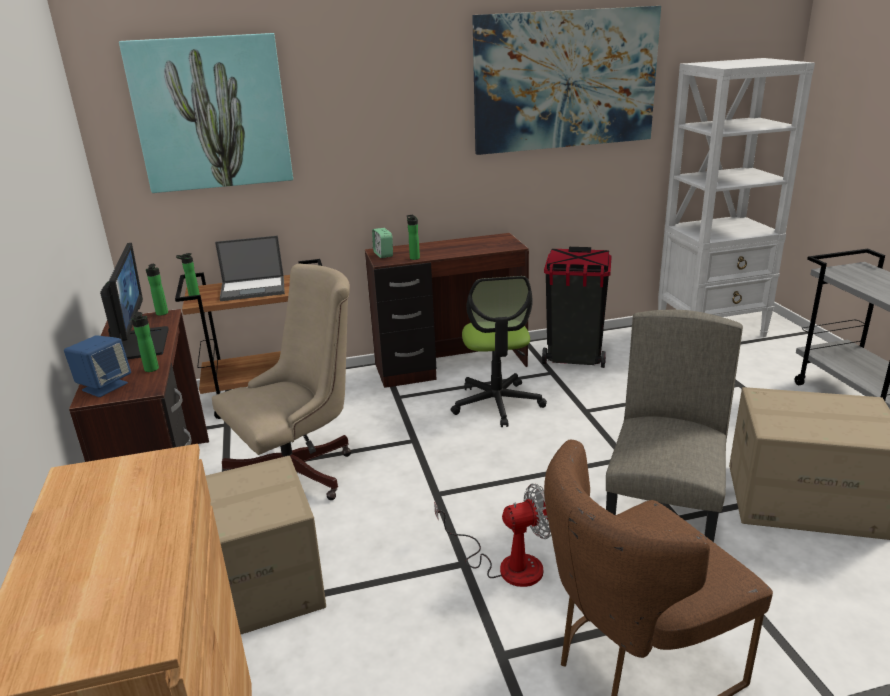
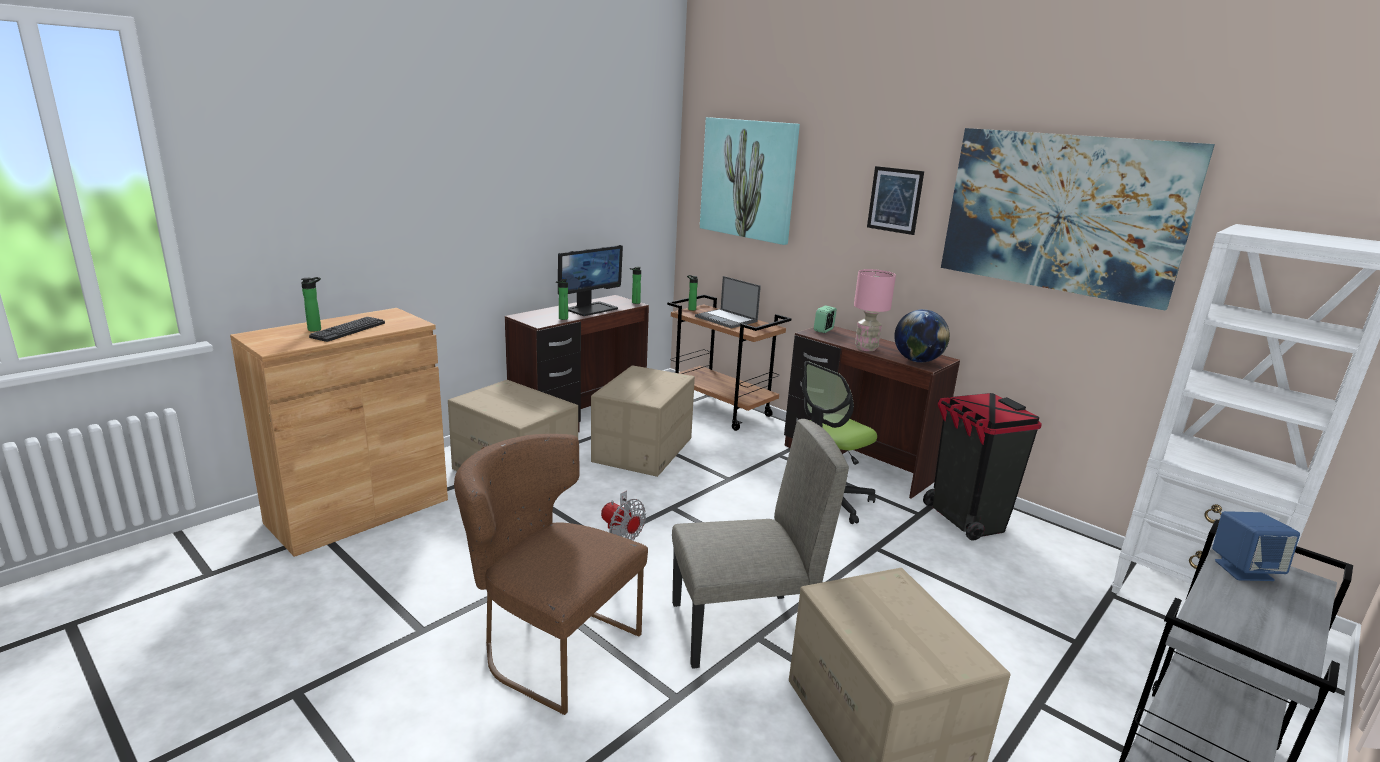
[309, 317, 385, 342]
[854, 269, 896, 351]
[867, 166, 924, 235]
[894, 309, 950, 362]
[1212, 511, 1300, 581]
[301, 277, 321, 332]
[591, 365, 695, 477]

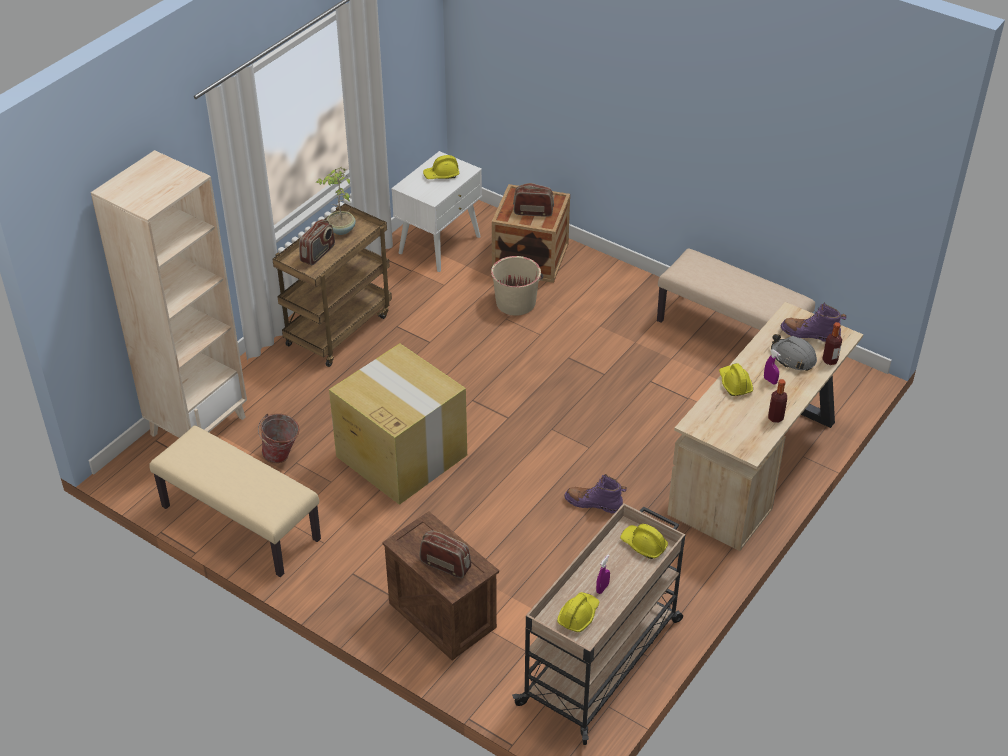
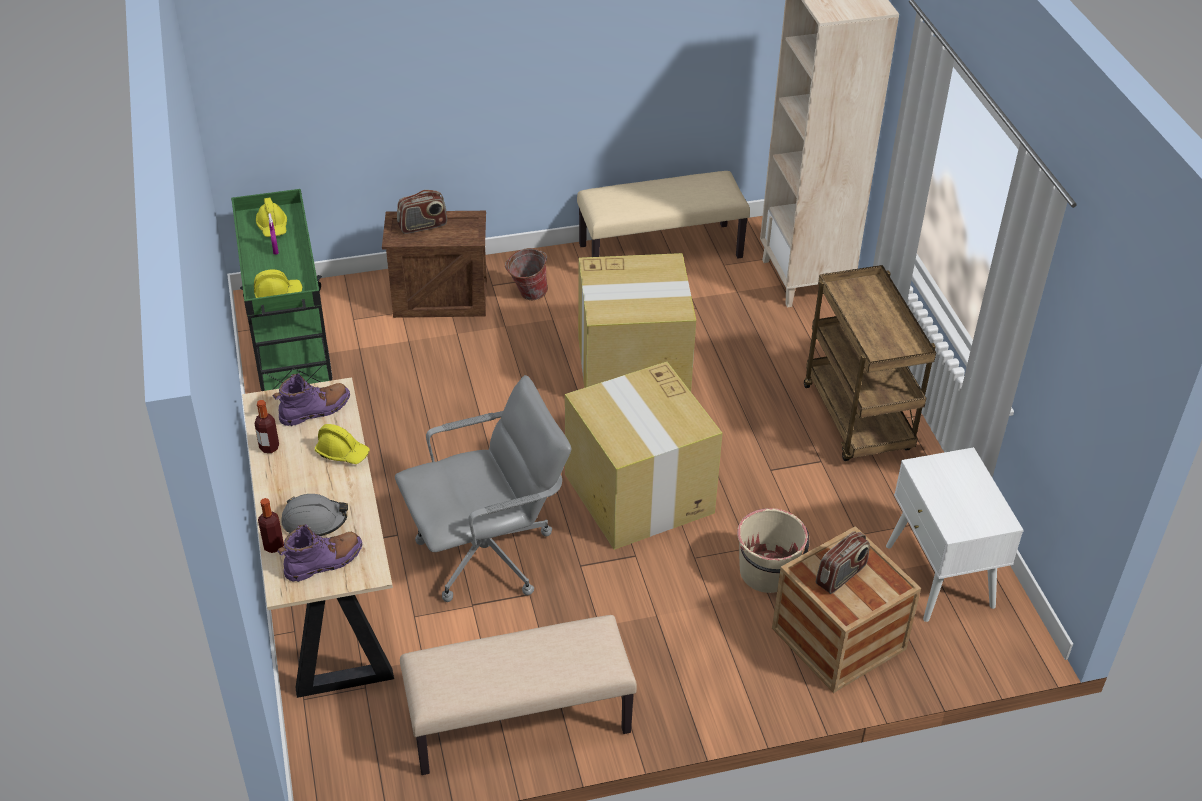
[299, 219, 335, 265] (first image)
[316, 167, 356, 235] (first image)
[423, 155, 459, 179] (first image)
[764, 349, 781, 385] (first image)
[395, 375, 571, 602]
[565, 362, 722, 550]
[505, 248, 548, 300]
[273, 373, 350, 426]
[231, 189, 333, 391]

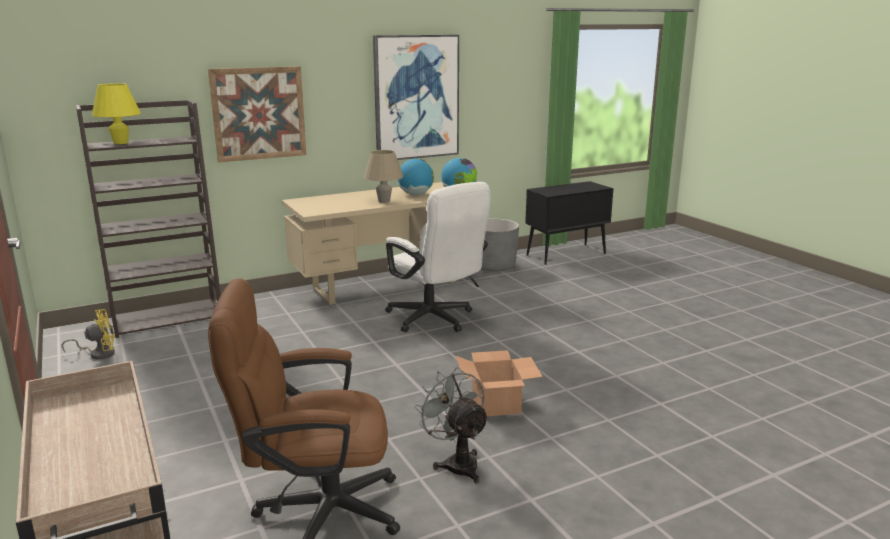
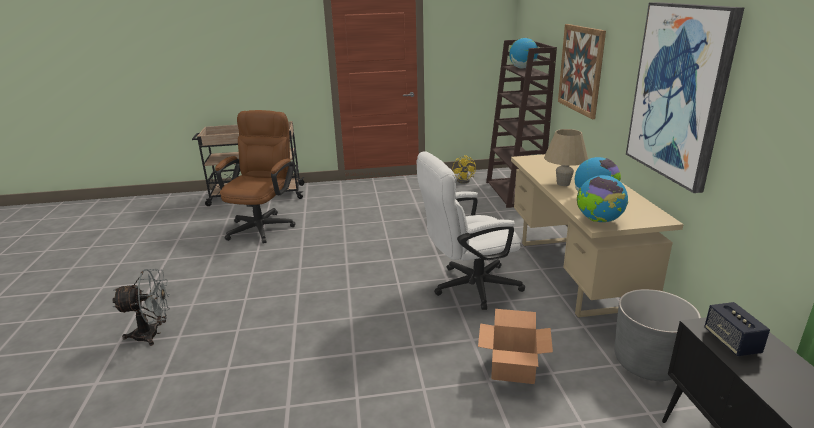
[704, 302, 770, 356]
[112, 269, 170, 346]
[478, 309, 553, 384]
[509, 38, 539, 68]

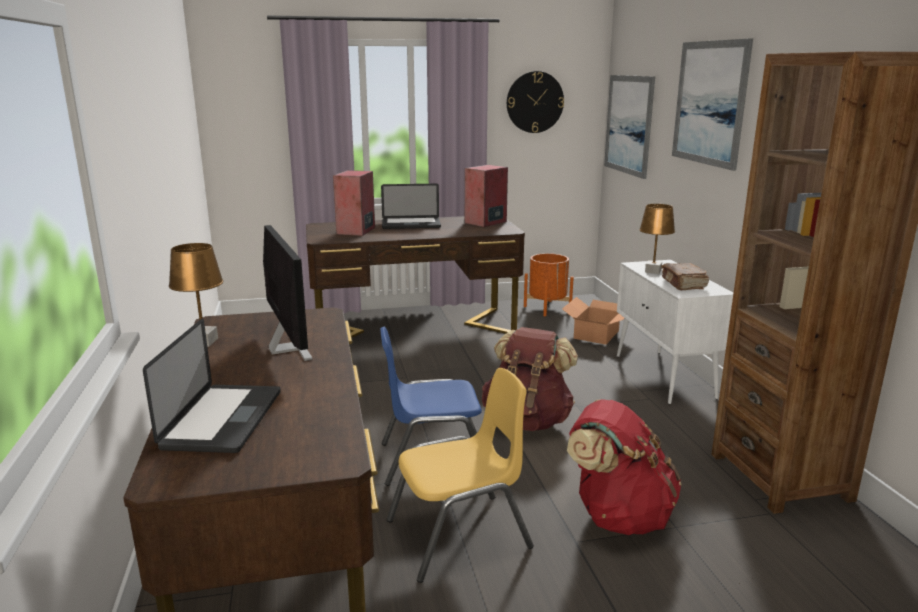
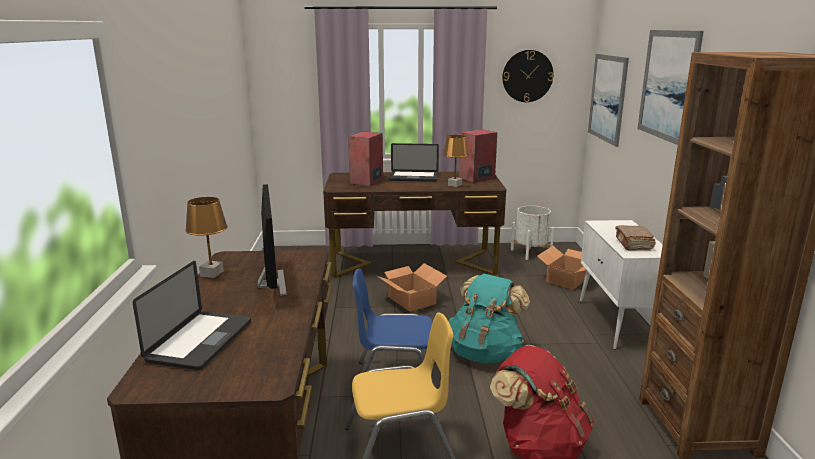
[377, 263, 447, 312]
[443, 135, 469, 187]
[448, 274, 530, 363]
[511, 205, 554, 260]

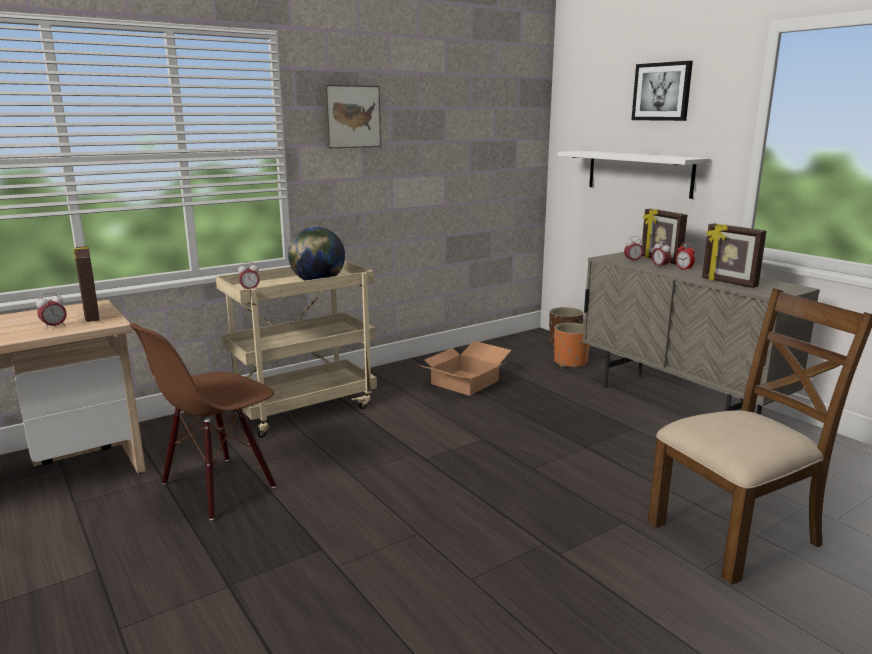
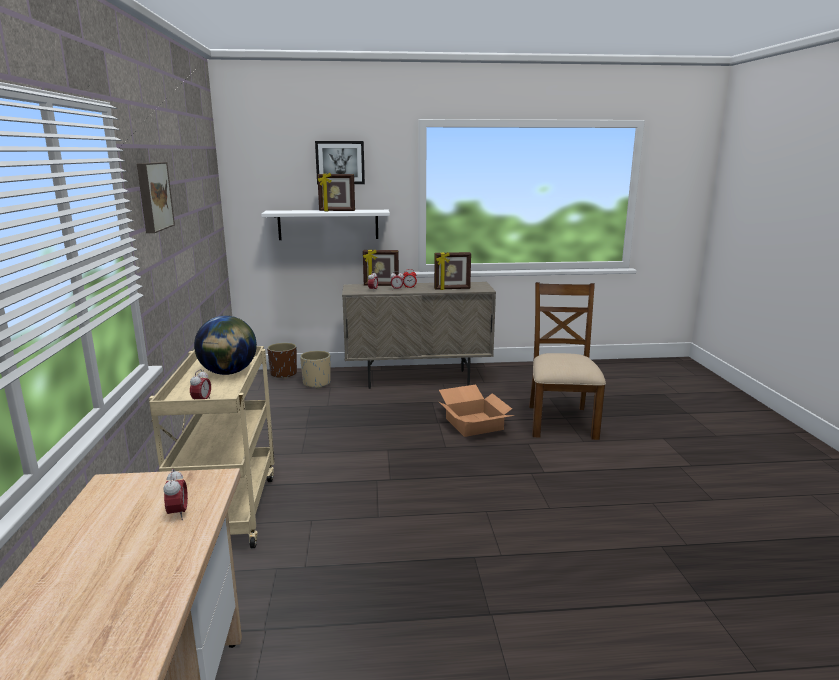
[129, 323, 276, 520] (first image)
[317, 173, 355, 211]
[439, 384, 515, 437]
[300, 351, 331, 389]

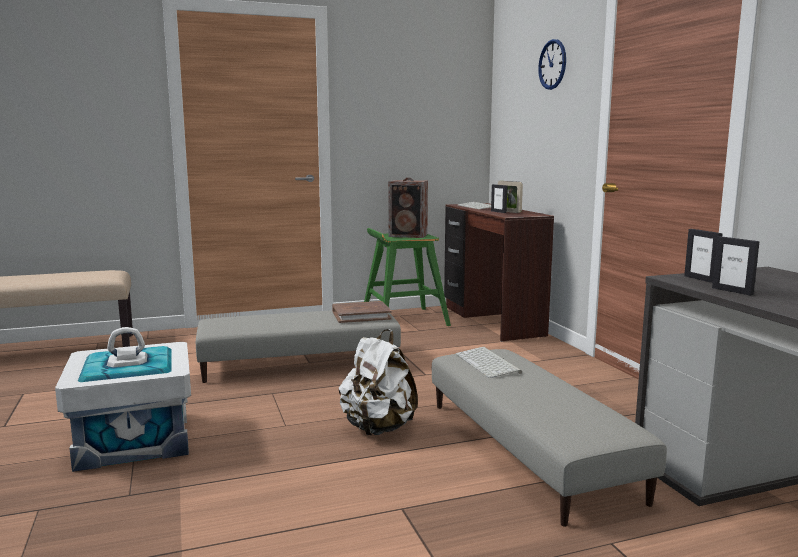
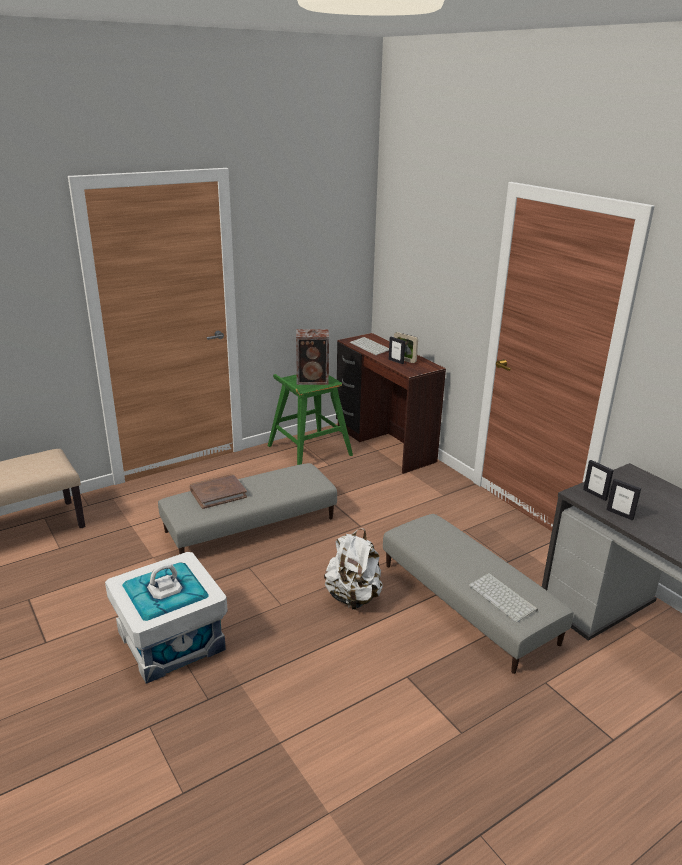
[538, 39, 566, 90] (first image)
[190, 474, 247, 509]
[469, 573, 538, 622]

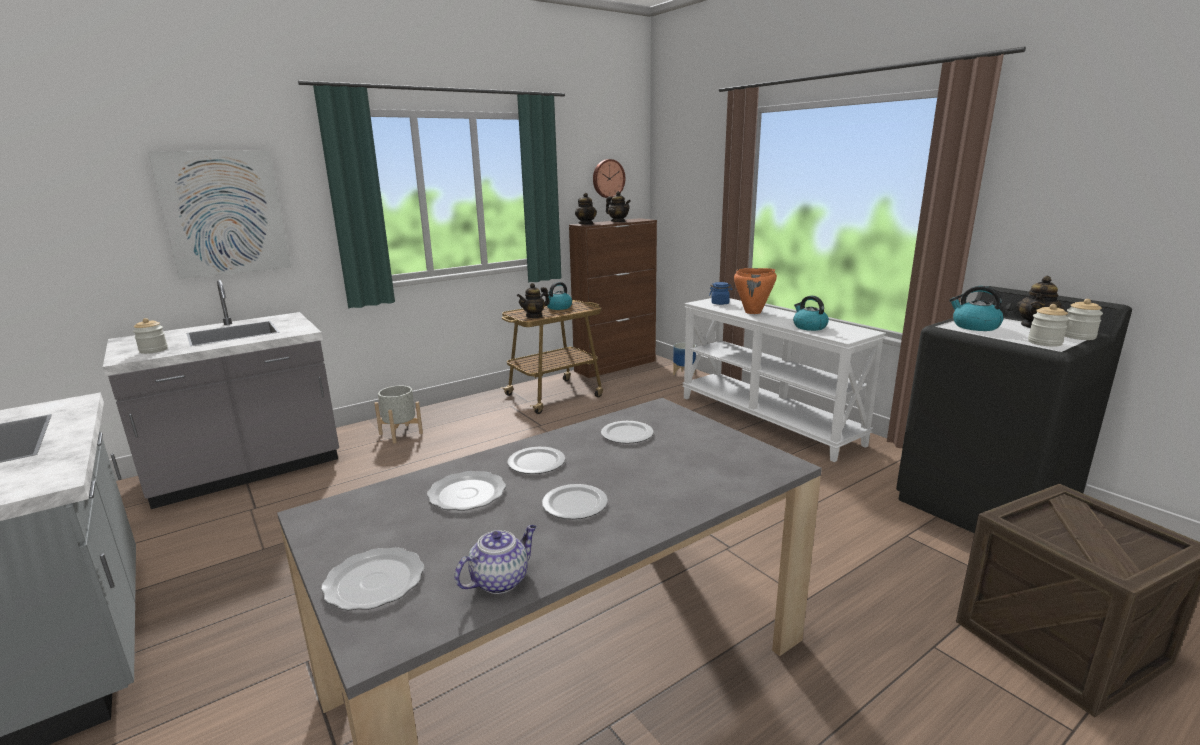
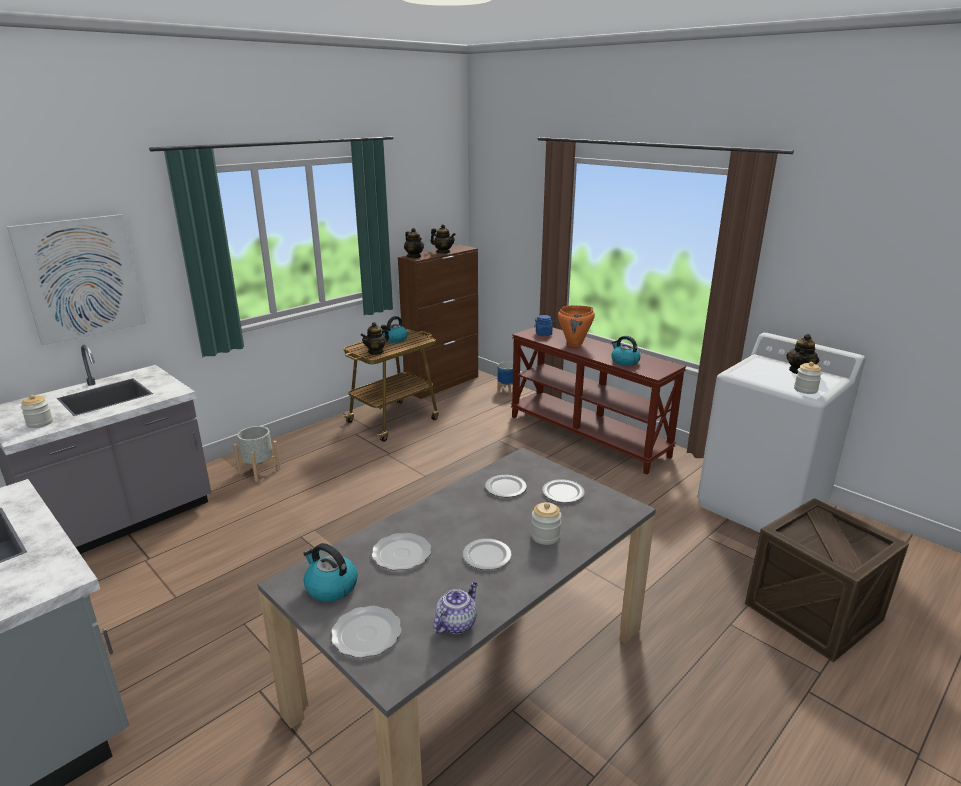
[593, 159, 625, 198] (first image)
[542, 479, 585, 503]
[303, 543, 358, 601]
[531, 502, 562, 545]
[511, 327, 687, 475]
[697, 333, 866, 533]

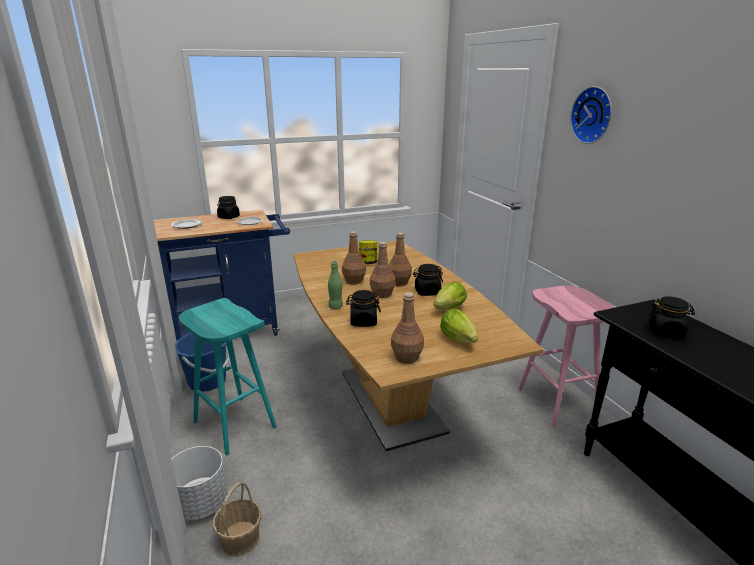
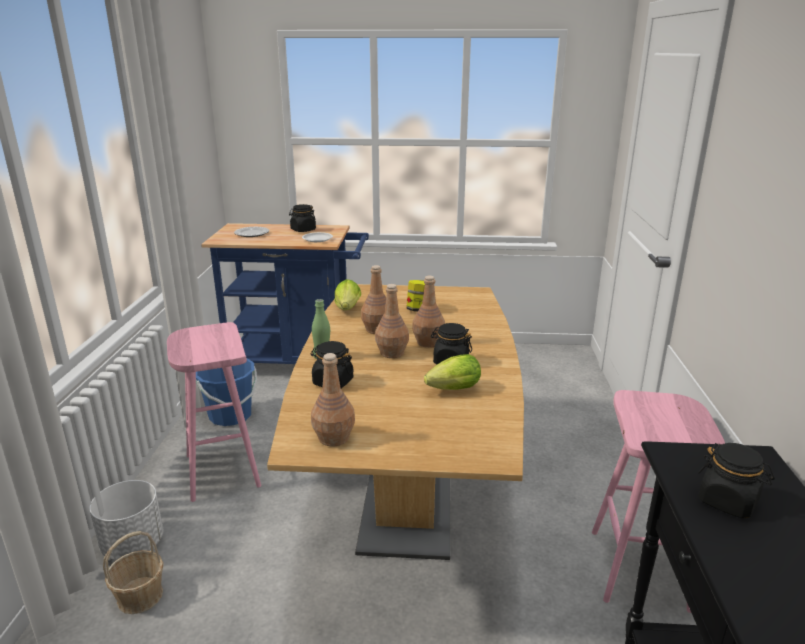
[570, 86, 612, 144] (first image)
[334, 279, 361, 310]
[167, 322, 261, 502]

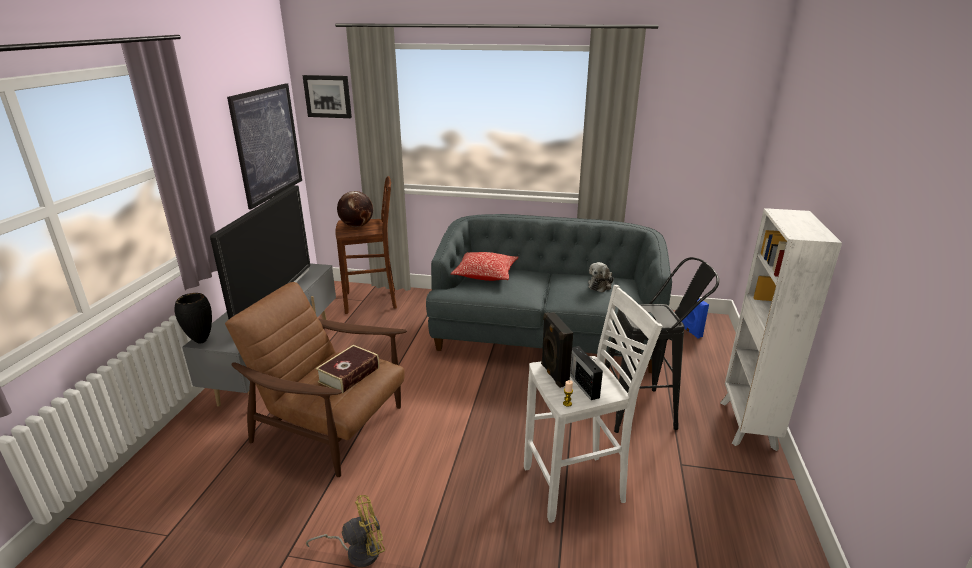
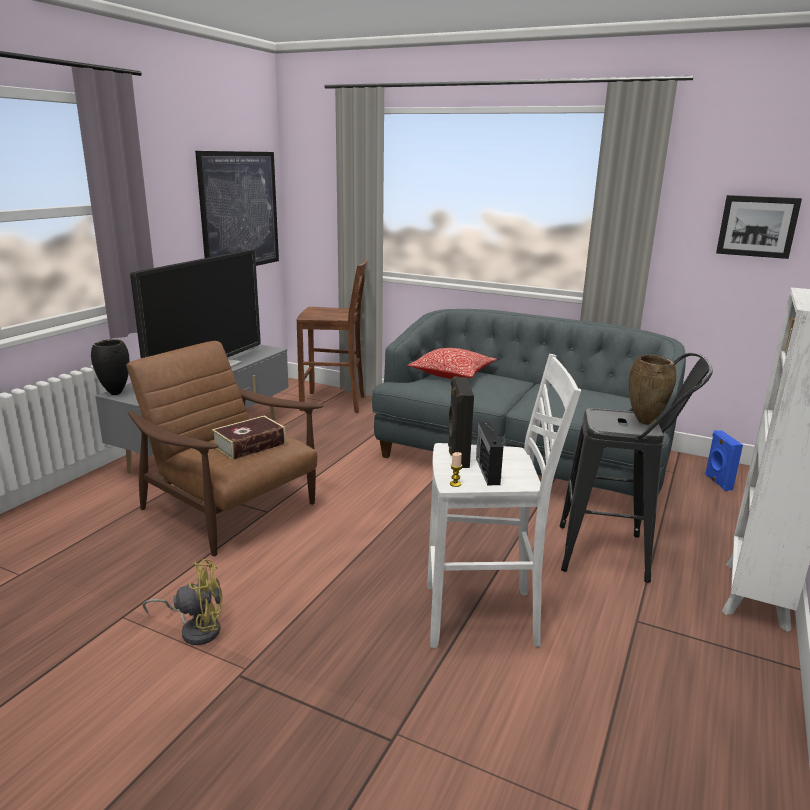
[337, 191, 373, 227] (first image)
[588, 262, 614, 292] (first image)
[629, 355, 677, 425]
[716, 195, 802, 259]

